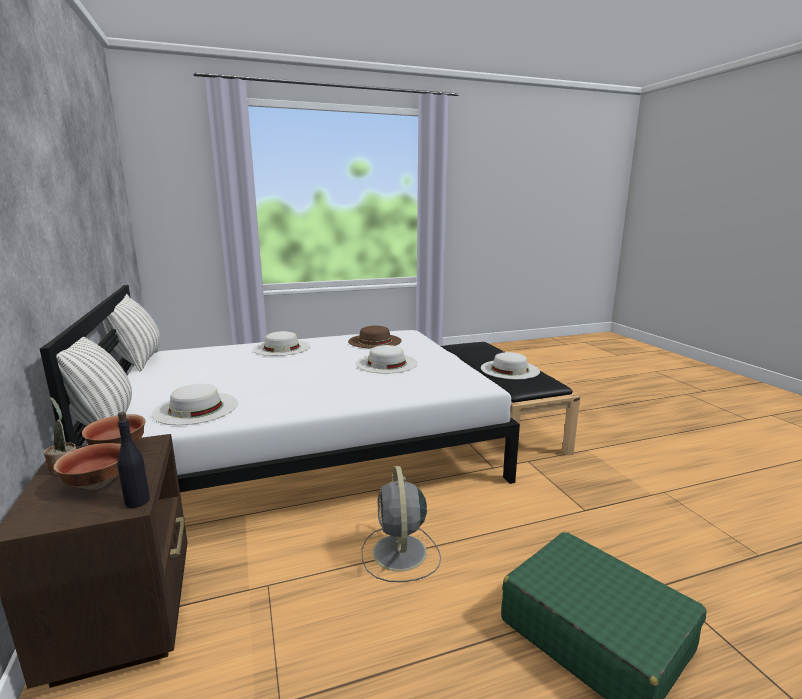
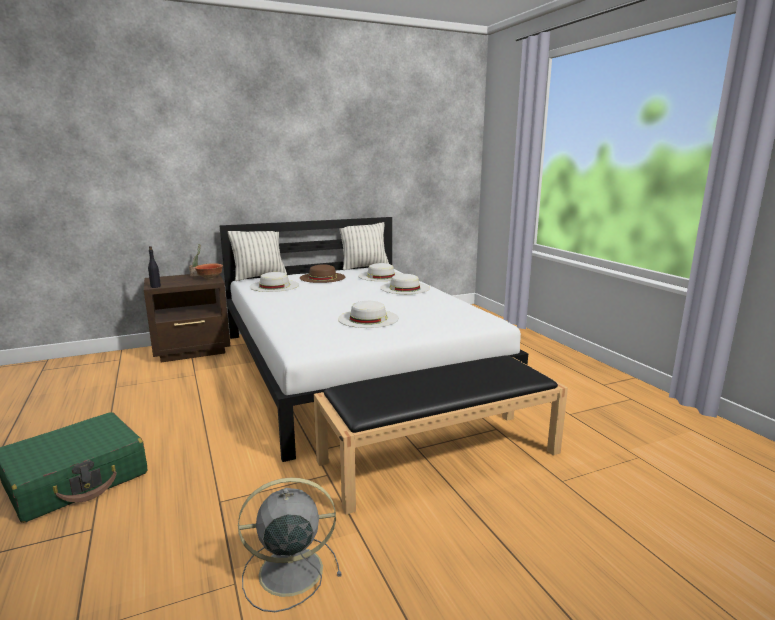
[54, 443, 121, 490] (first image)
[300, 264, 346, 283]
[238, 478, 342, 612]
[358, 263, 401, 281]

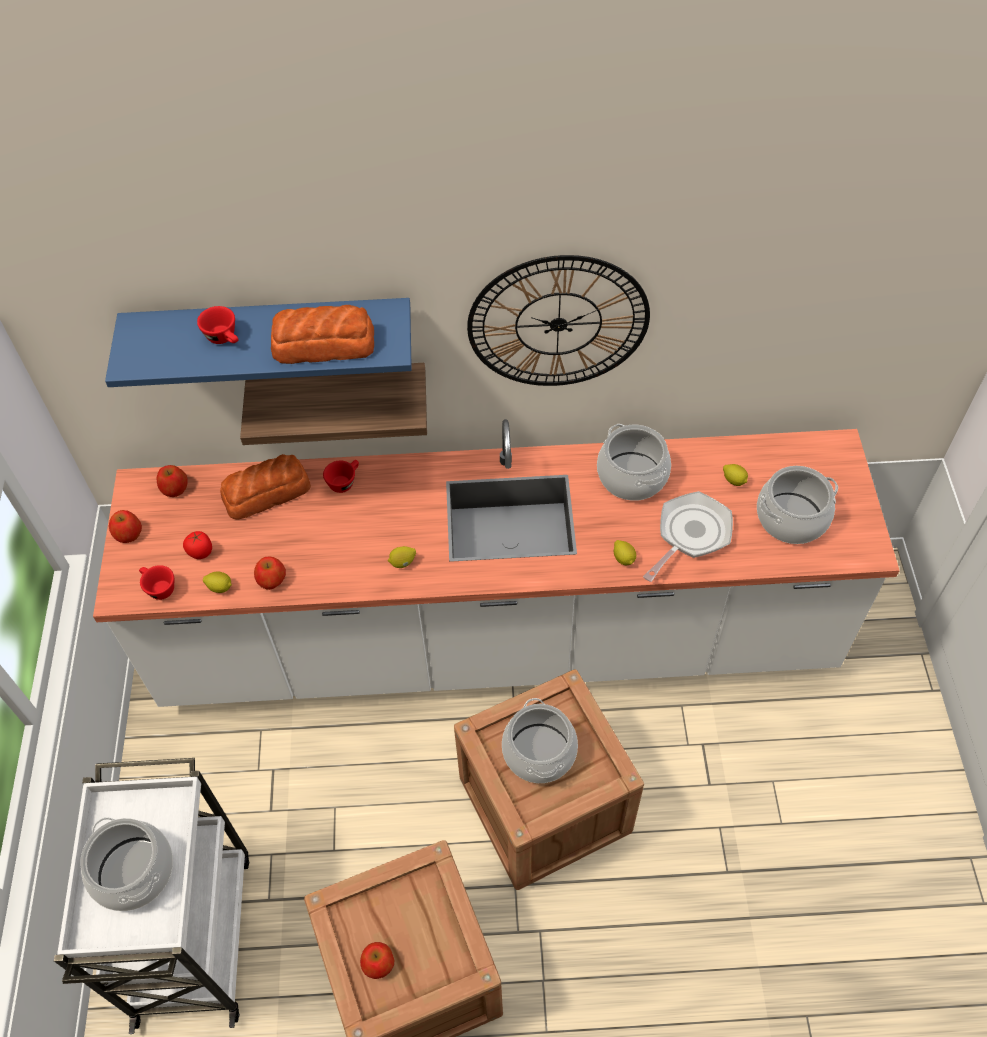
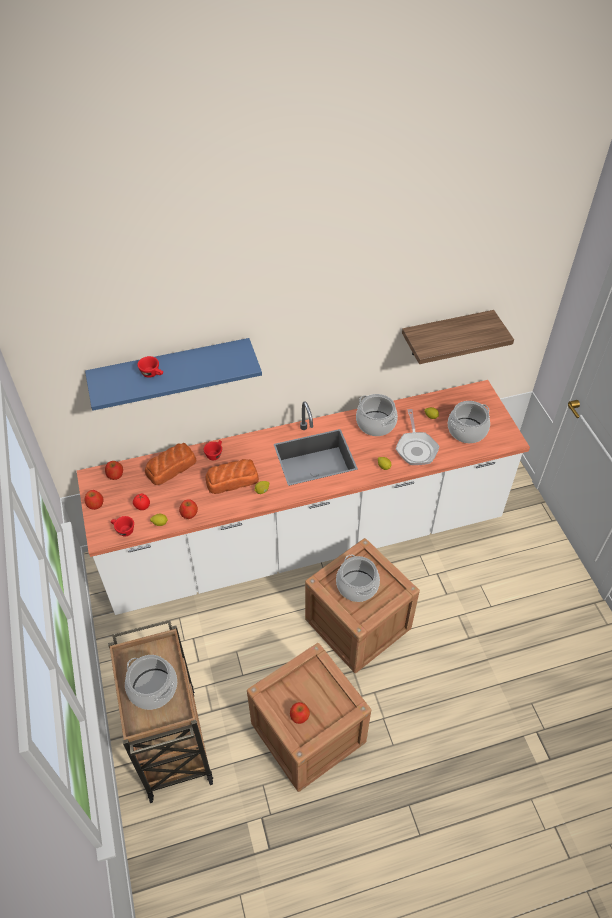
[467, 255, 650, 386] (first image)
[402, 310, 514, 364]
[205, 459, 259, 494]
[108, 620, 213, 803]
[396, 409, 439, 465]

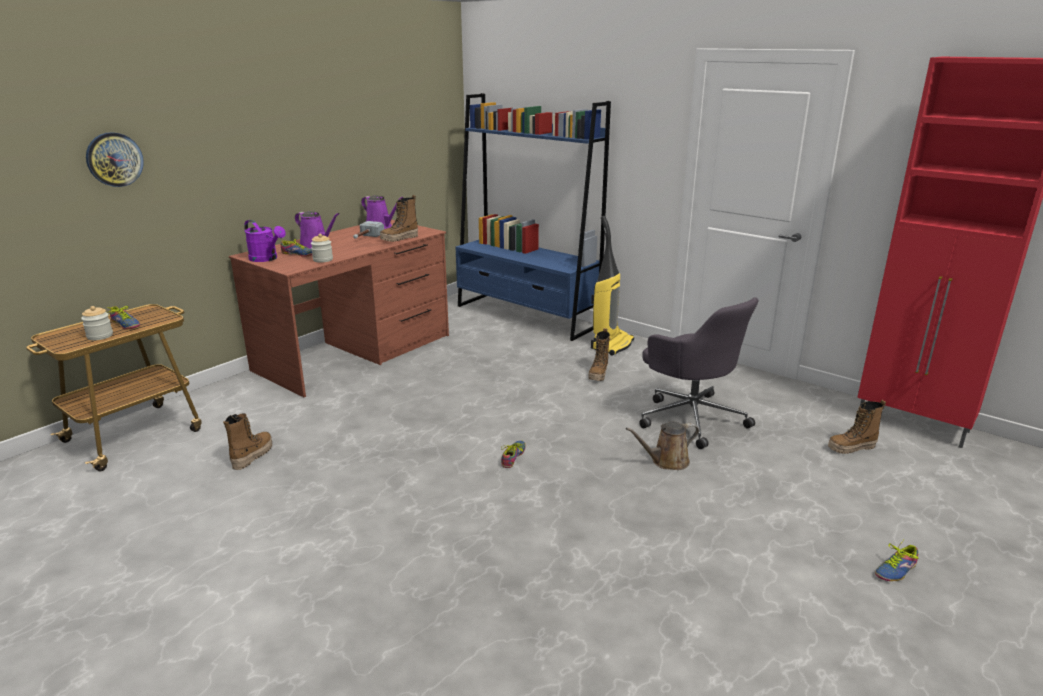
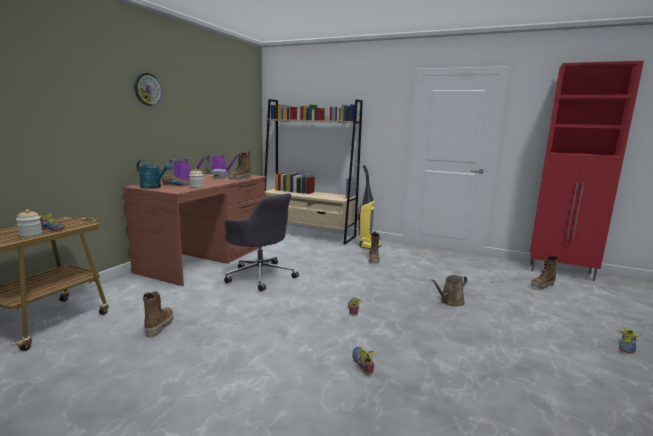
[352, 347, 376, 375]
[134, 73, 162, 106]
[224, 193, 299, 291]
[137, 160, 173, 189]
[264, 99, 363, 245]

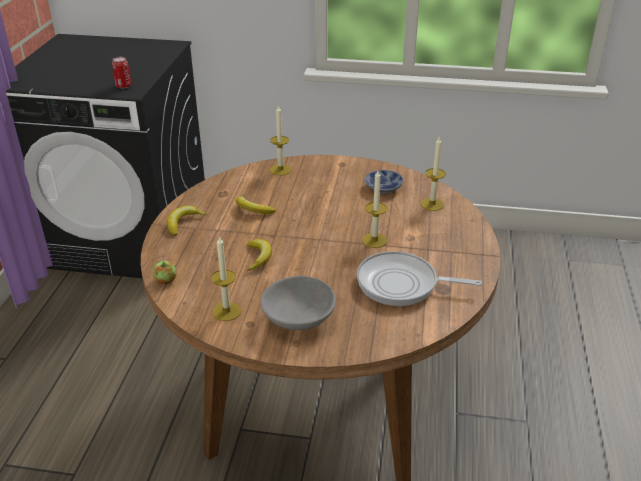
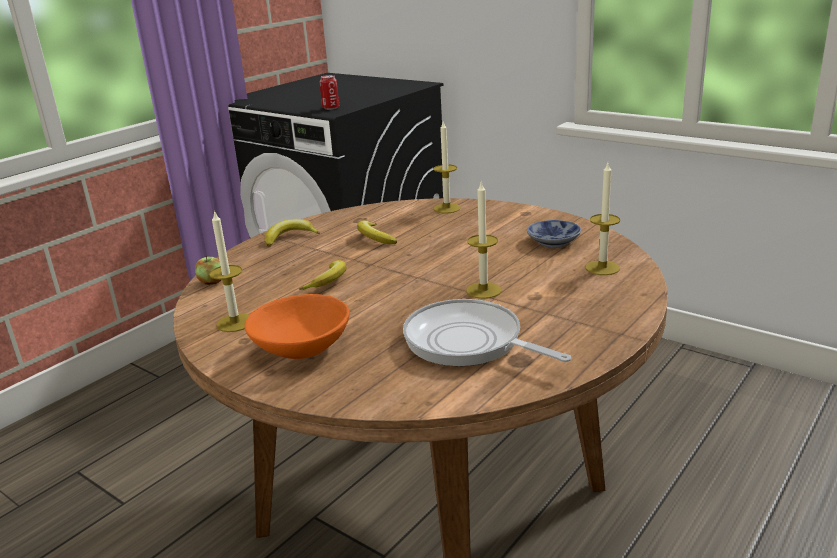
[244, 294, 350, 359]

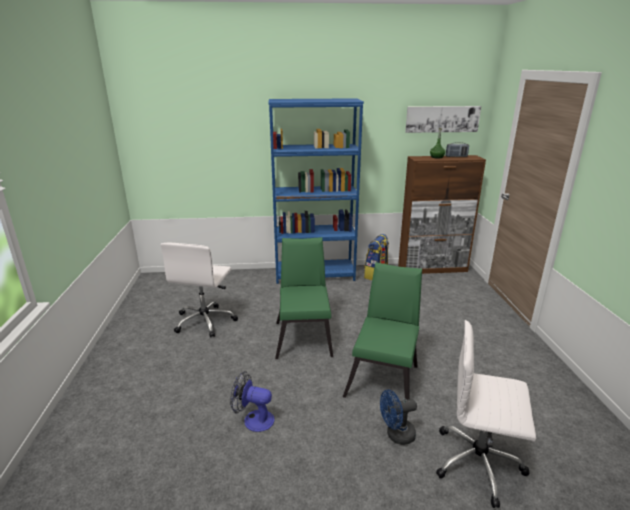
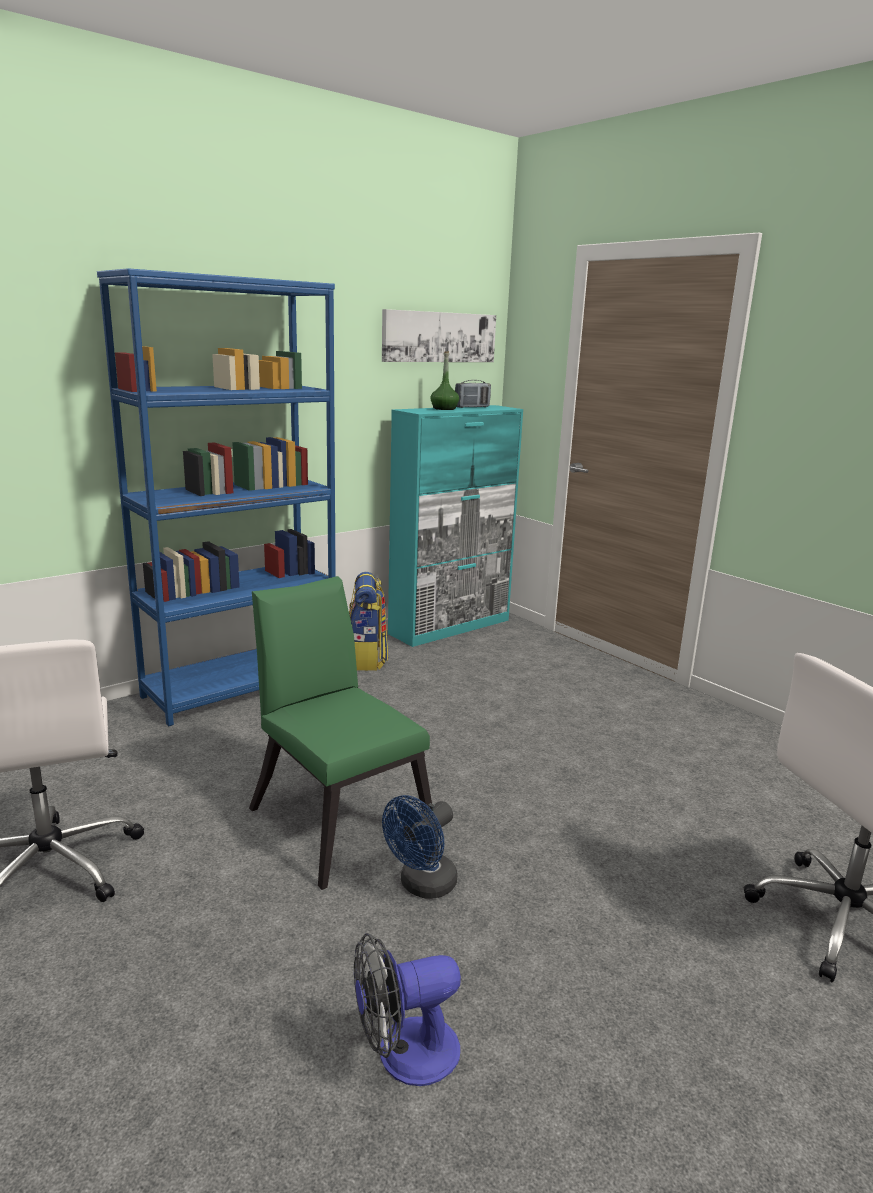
[343, 262, 422, 413] (first image)
[382, 795, 458, 899]
[388, 405, 523, 647]

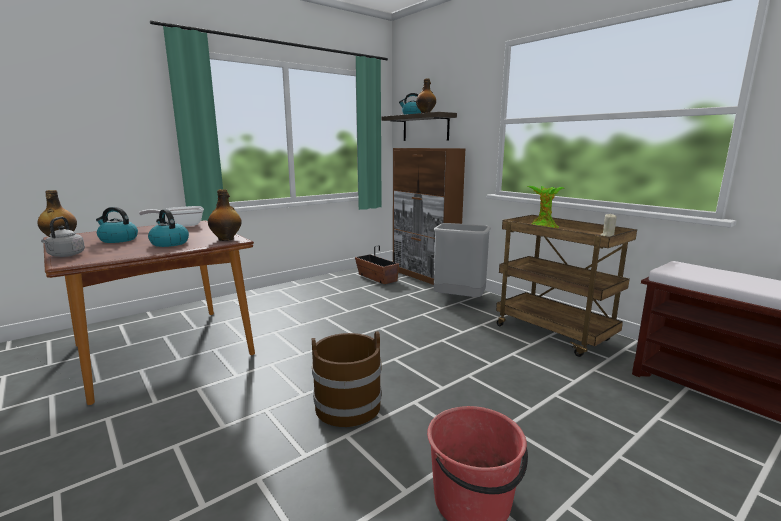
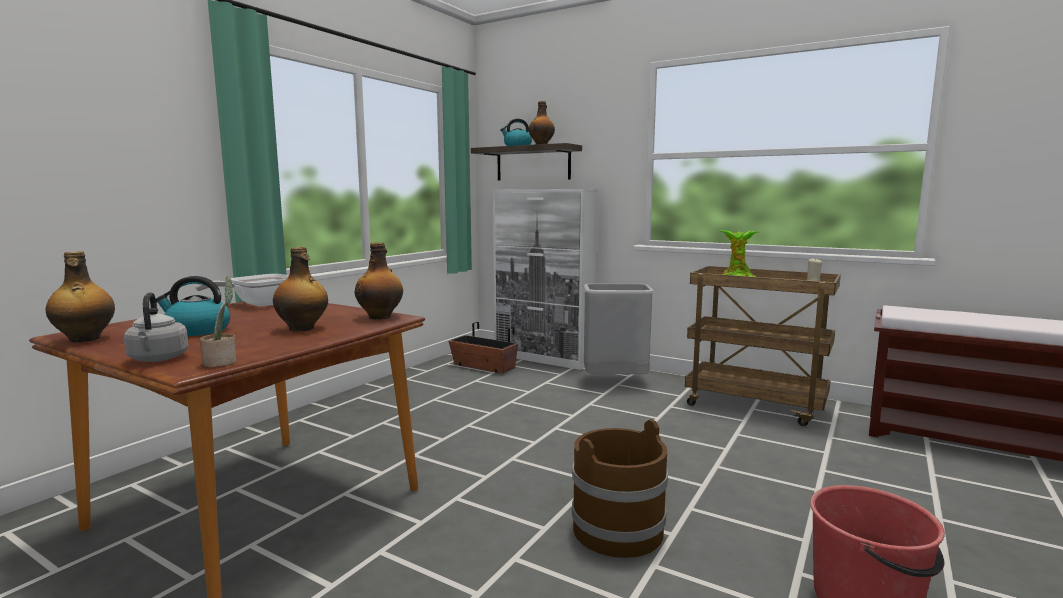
[200, 276, 237, 367]
[273, 247, 328, 332]
[493, 189, 598, 370]

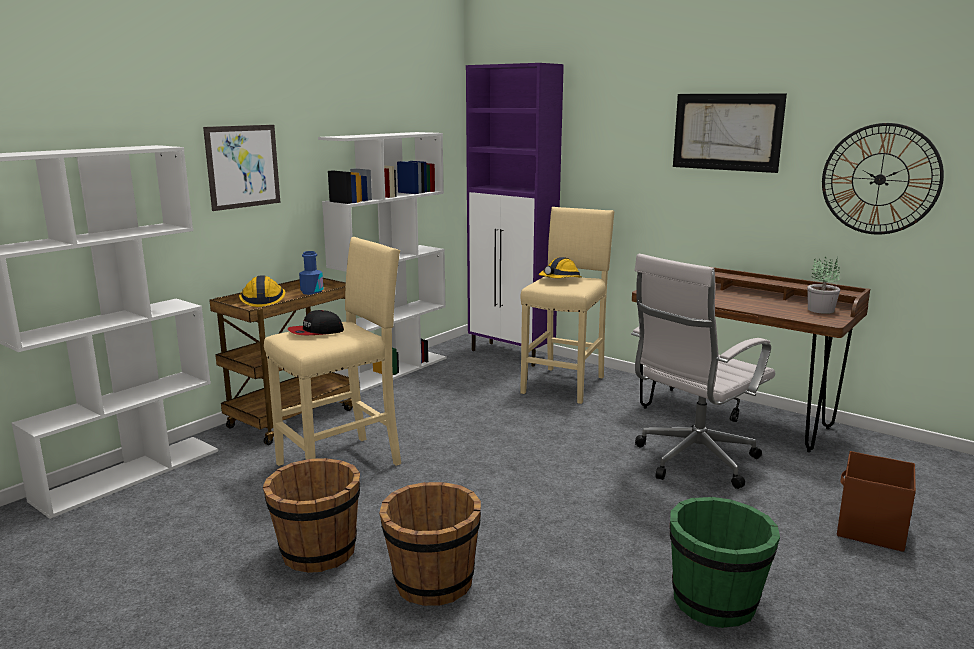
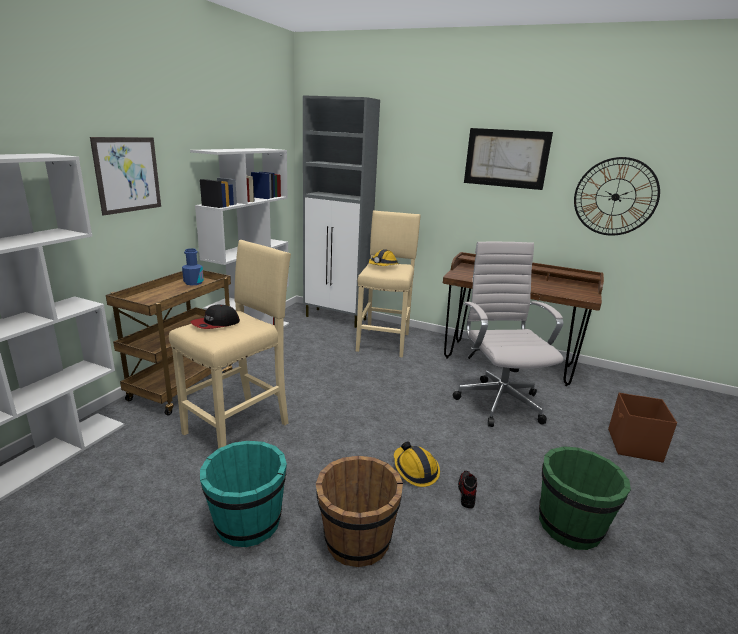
[807, 256, 840, 314] (first image)
[458, 471, 477, 508]
[394, 441, 440, 487]
[200, 441, 287, 547]
[303, 95, 380, 328]
[452, 242, 563, 427]

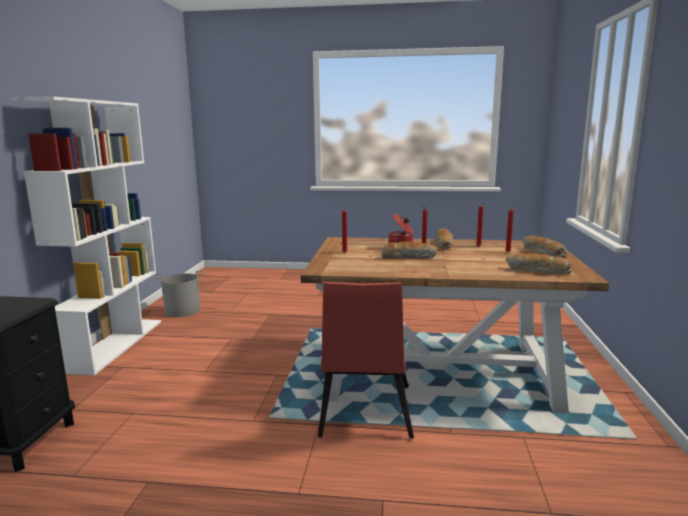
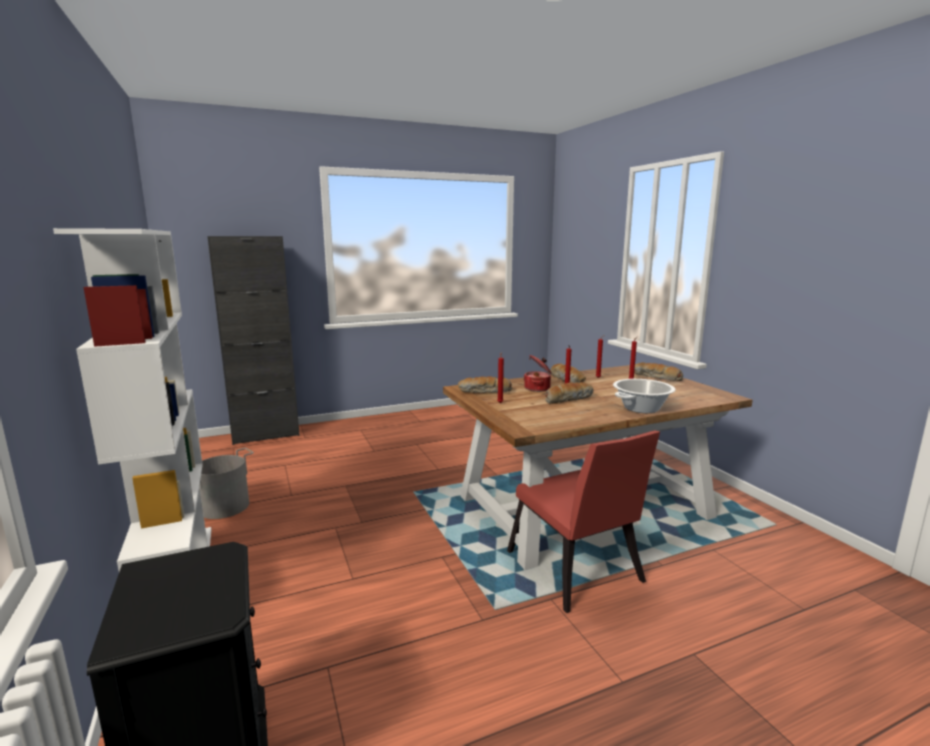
[207, 236, 300, 445]
[613, 379, 676, 413]
[458, 376, 512, 393]

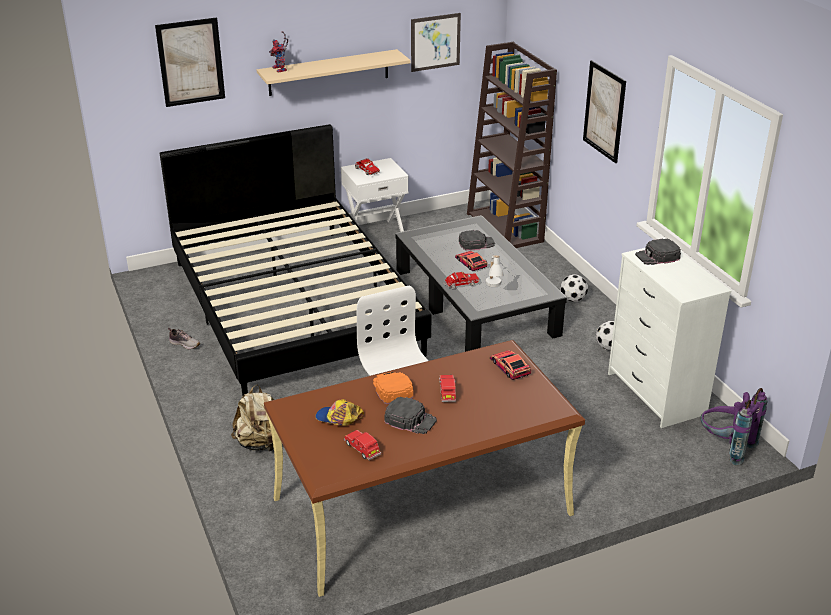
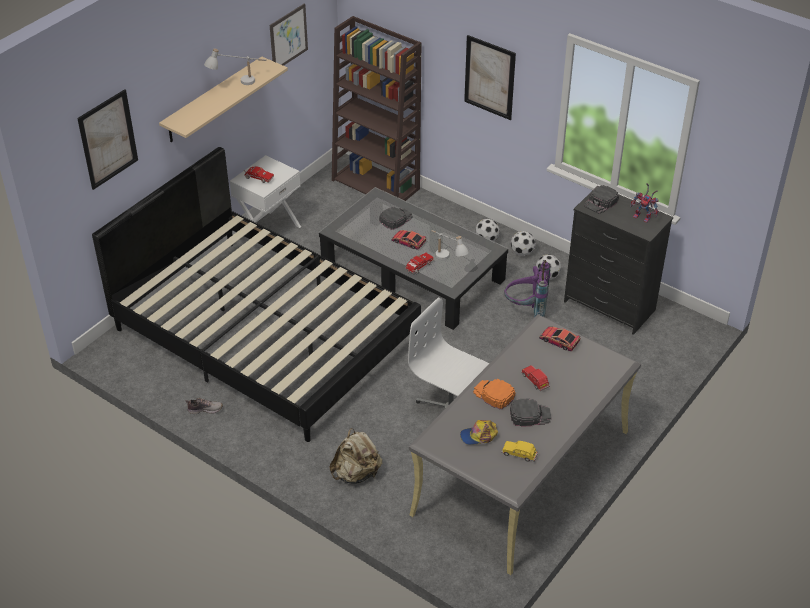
[204, 48, 267, 85]
[511, 231, 536, 256]
[630, 183, 659, 223]
[504, 260, 551, 318]
[409, 314, 641, 575]
[502, 441, 538, 462]
[564, 186, 673, 335]

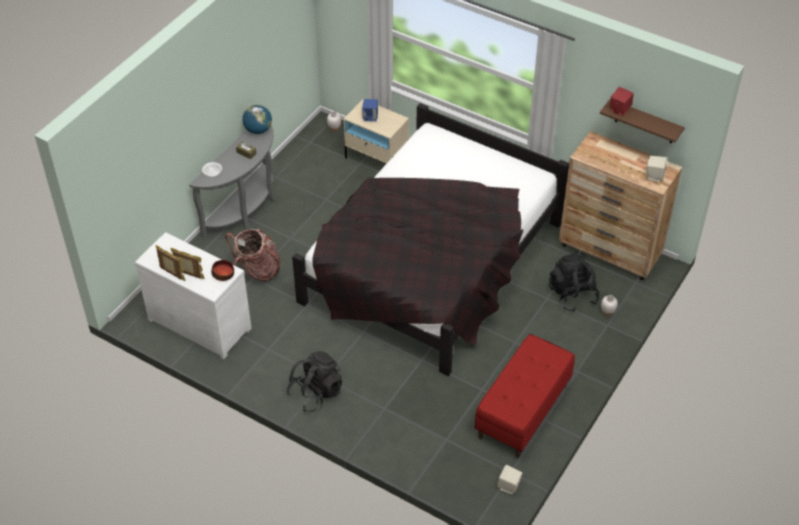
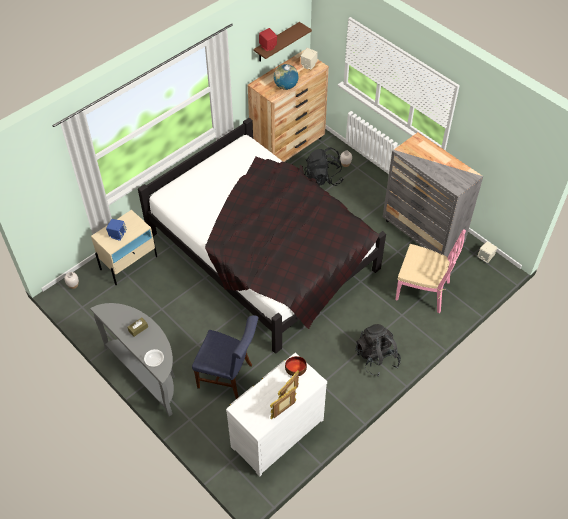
[395, 229, 466, 313]
[274, 64, 298, 90]
[192, 315, 258, 399]
[383, 132, 483, 257]

